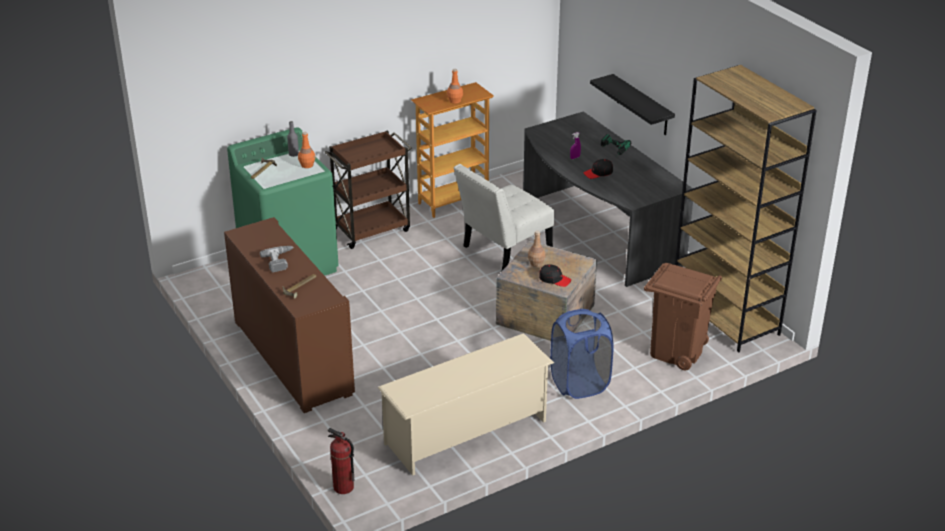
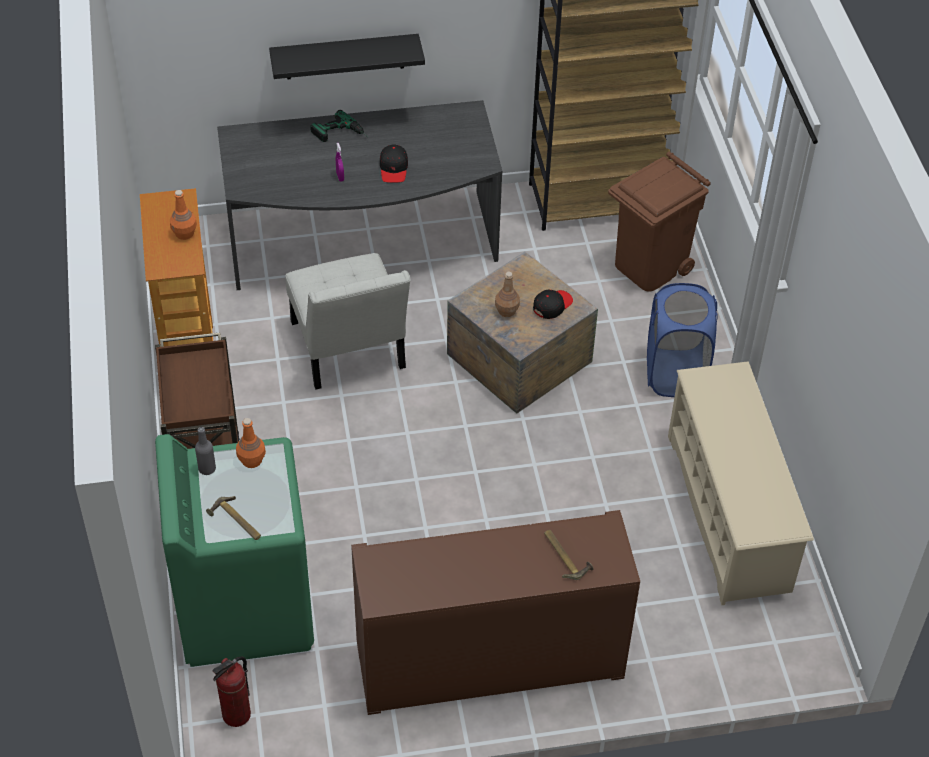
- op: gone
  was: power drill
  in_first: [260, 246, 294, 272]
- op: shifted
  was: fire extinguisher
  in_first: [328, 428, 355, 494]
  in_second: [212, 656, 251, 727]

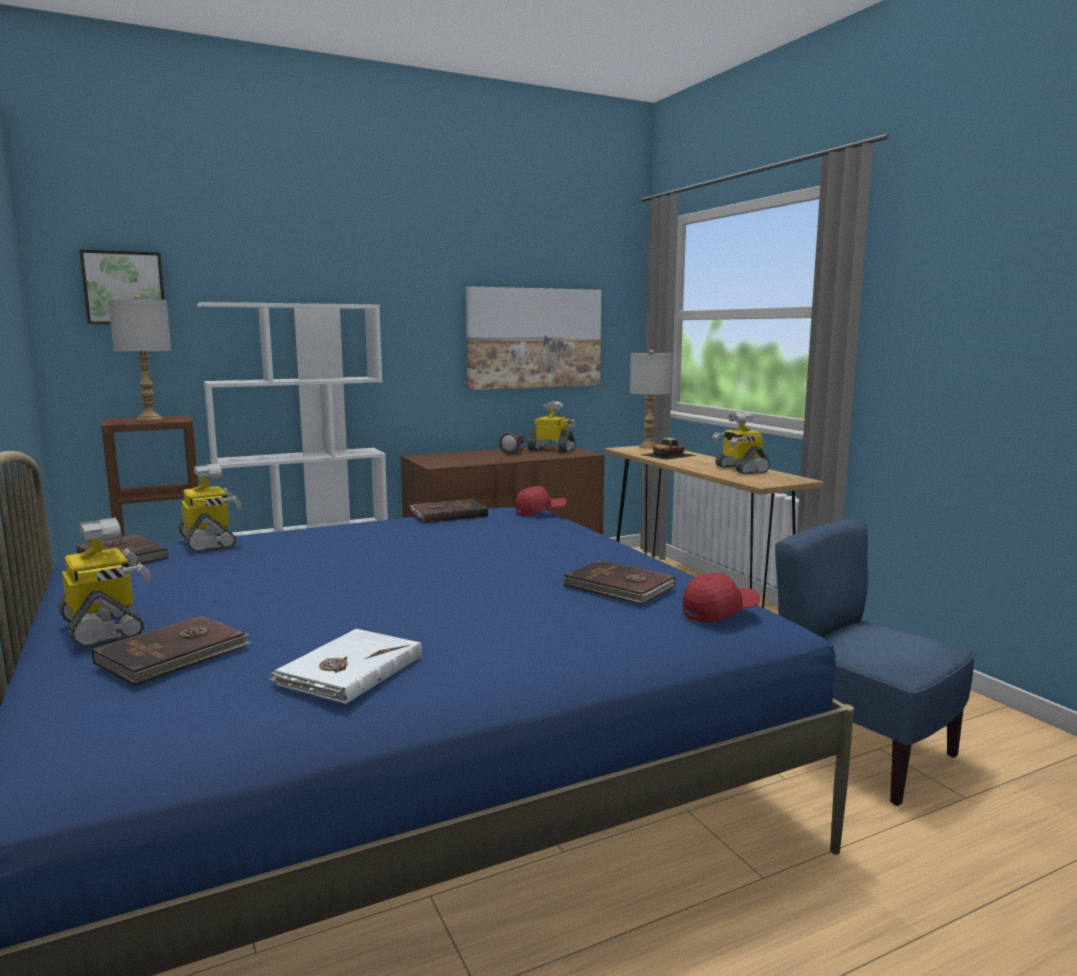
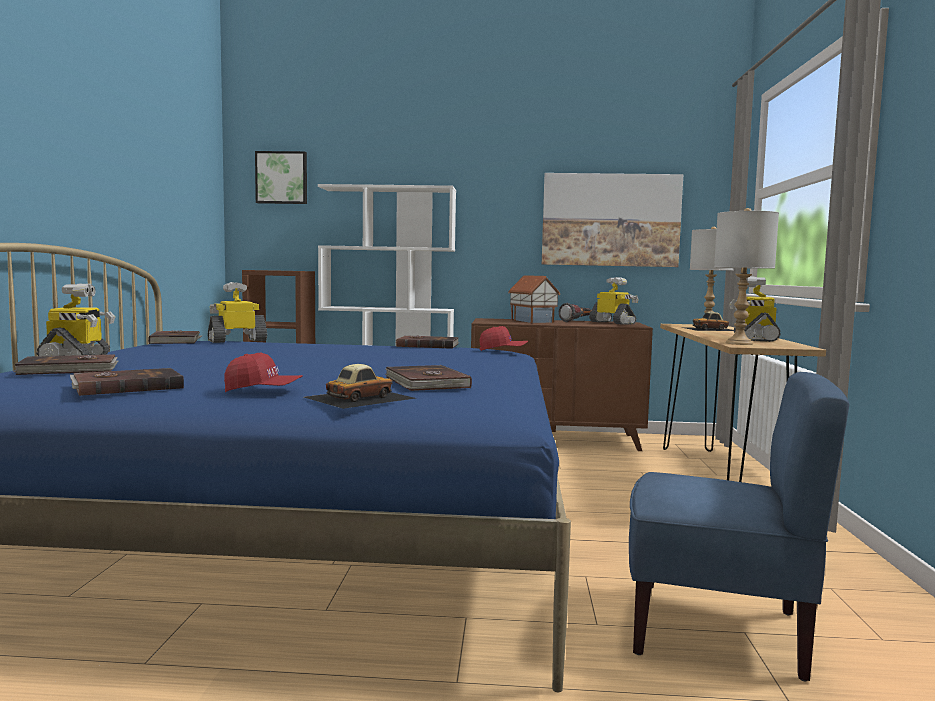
- op: shifted
  was: grey table lamp
  in_first: [108, 295, 171, 421]
  in_second: [714, 208, 779, 345]
- op: rotated
  was: toy robot
  in_first: [178, 463, 242, 552]
  in_second: [208, 282, 267, 343]
  clockwise: -120
- op: rotated
  was: blue chair
  in_first: [775, 520, 976, 806]
  in_second: [629, 372, 850, 681]
  clockwise: 120
- op: shifted
  was: red cap
  in_first: [683, 573, 760, 622]
  in_second: [224, 353, 303, 392]
- op: repainted
  was: white book
  now: brown book
  in_first: [269, 629, 422, 704]
  in_second: [70, 368, 184, 396]
- op: new
  now: toy house
  in_second: [508, 275, 561, 323]
- op: new
  now: toy car
  in_second: [304, 364, 415, 409]

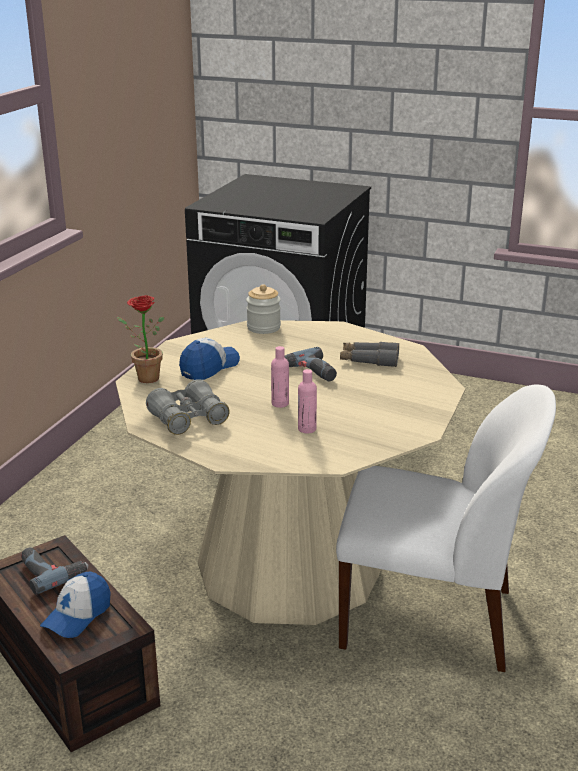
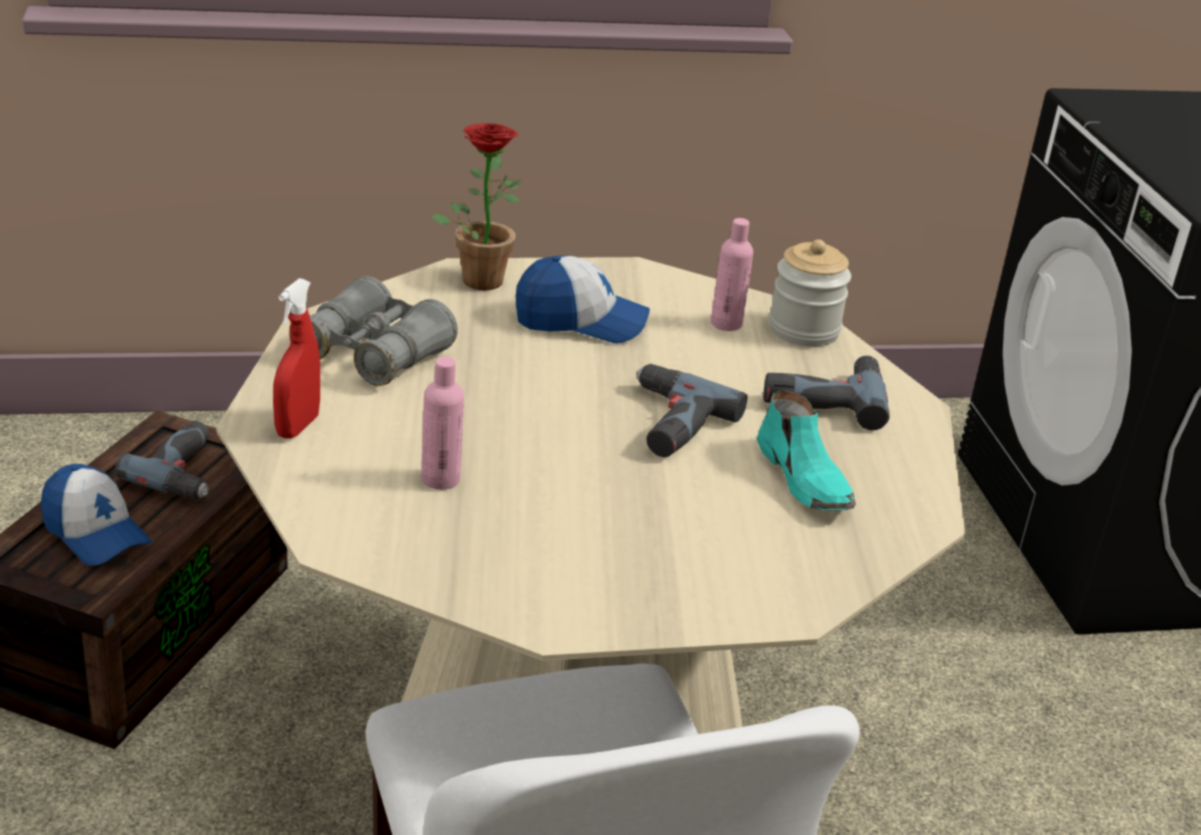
- op: swapped
  was: grey binoculars
  now: turquoise shoe
  in_first: [340, 342, 399, 367]
  in_second: [757, 390, 856, 510]
- op: shifted
  was: pink bottle
  in_first: [271, 346, 289, 408]
  in_second: [711, 218, 753, 331]
- op: rotated
  was: cap
  in_first: [40, 572, 111, 638]
  in_second: [41, 464, 152, 565]
  clockwise: -135
- op: new
  now: red spray bottle
  in_second: [273, 278, 320, 439]
- op: new
  now: power drill
  in_second: [763, 356, 890, 430]

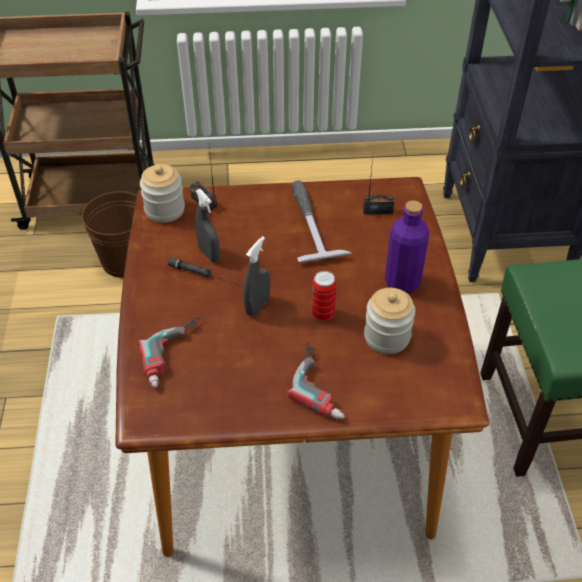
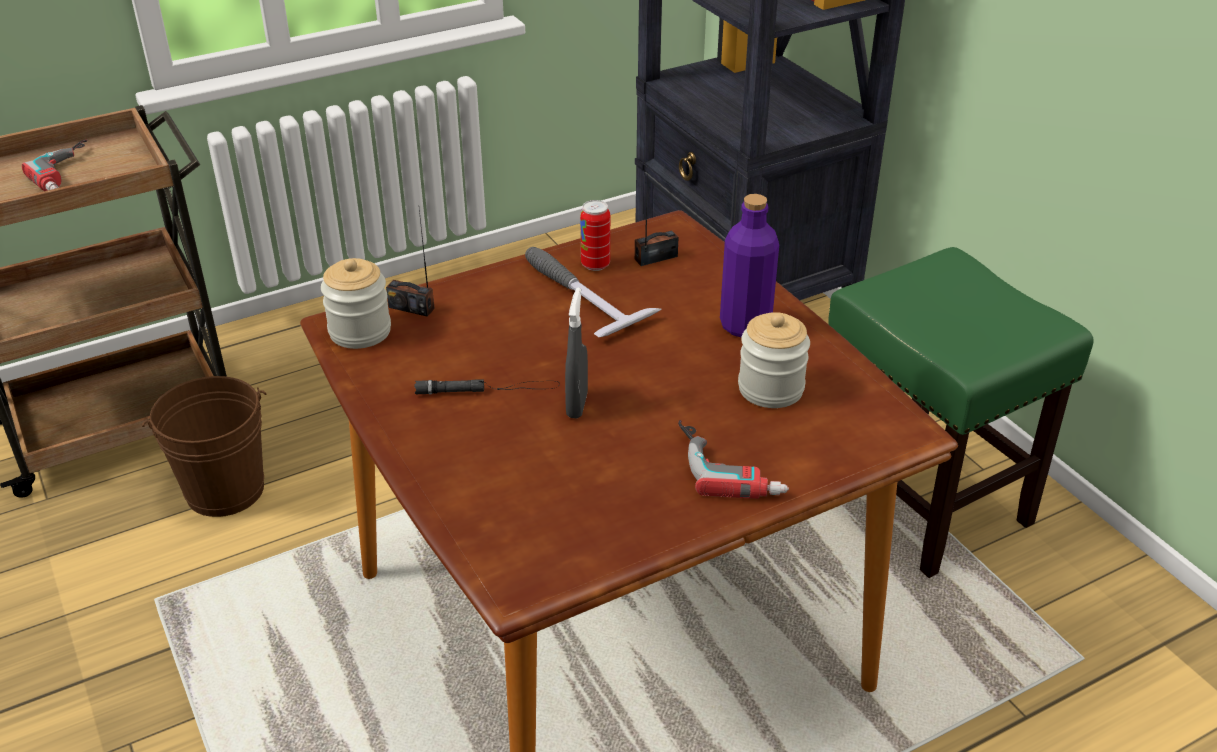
- op: gone
  was: grey spray bottle
  in_first: [195, 189, 220, 262]
- op: shifted
  was: can
  in_first: [312, 271, 336, 321]
  in_second: [580, 200, 610, 271]
- op: shifted
  was: power drill
  in_first: [138, 316, 201, 388]
  in_second: [22, 140, 87, 191]

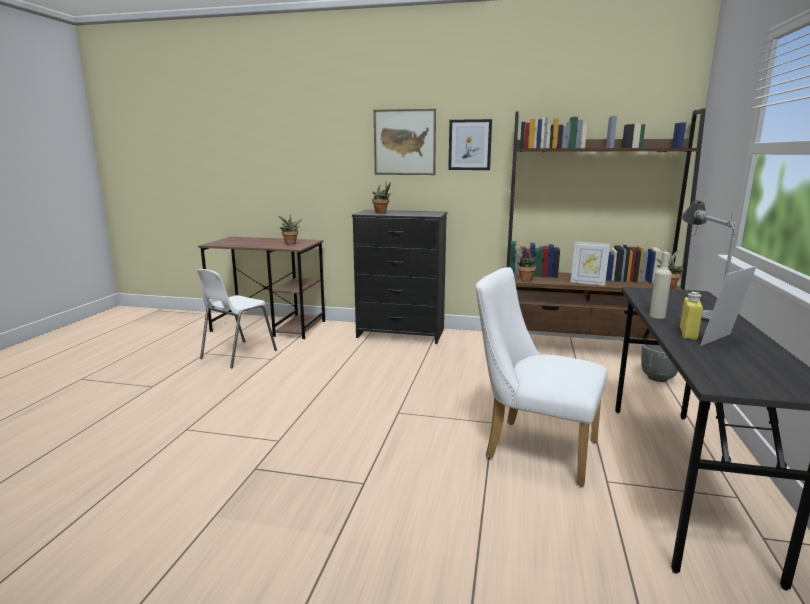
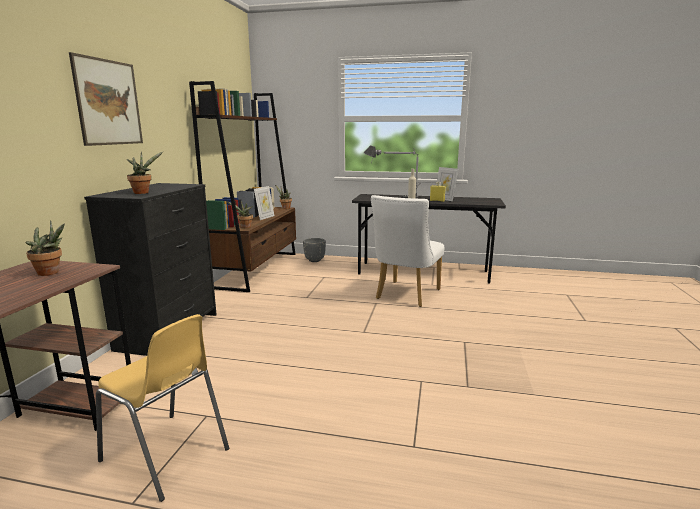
- op: gone
  was: picture
  in_first: [448, 119, 492, 170]
- op: repainted
  was: white chair
  now: yellow chair
  in_first: [197, 269, 277, 368]
  in_second: [96, 314, 229, 502]

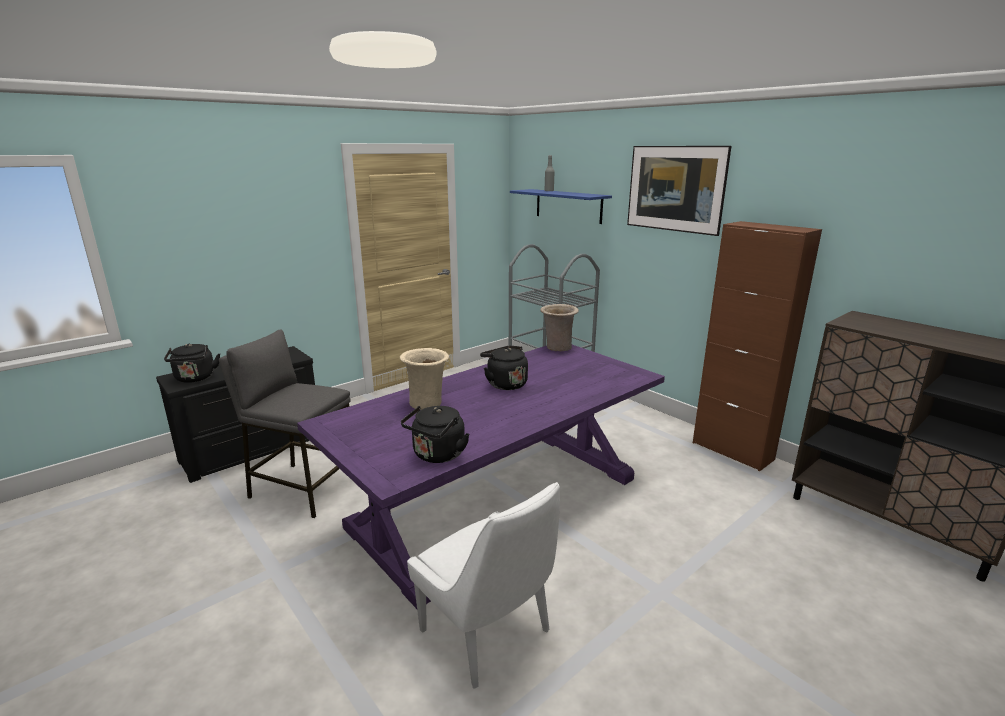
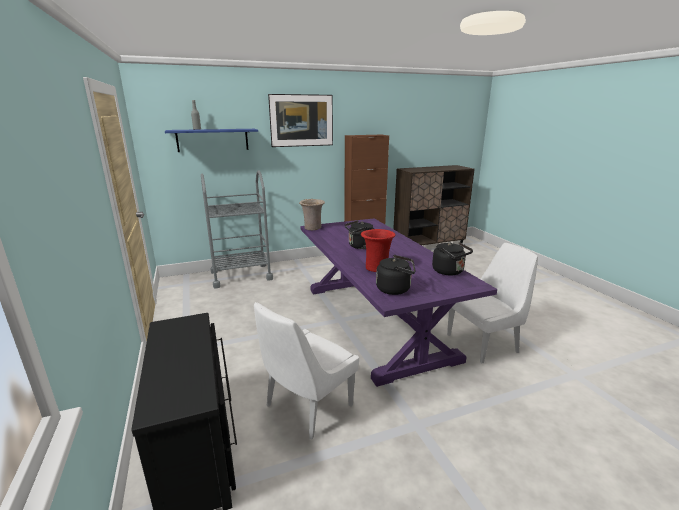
- op: swapped
  was: grey stool
  now: white chair
  in_first: [219, 329, 351, 518]
  in_second: [254, 302, 359, 440]
- op: shifted
  was: black kettle
  in_first: [164, 343, 220, 383]
  in_second: [376, 255, 416, 295]
- op: repainted
  was: beige vase
  now: red vase
  in_first: [400, 348, 449, 410]
  in_second: [361, 229, 396, 272]

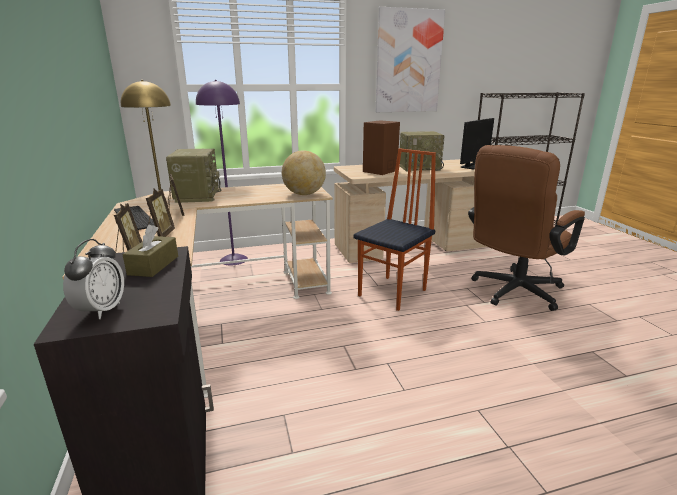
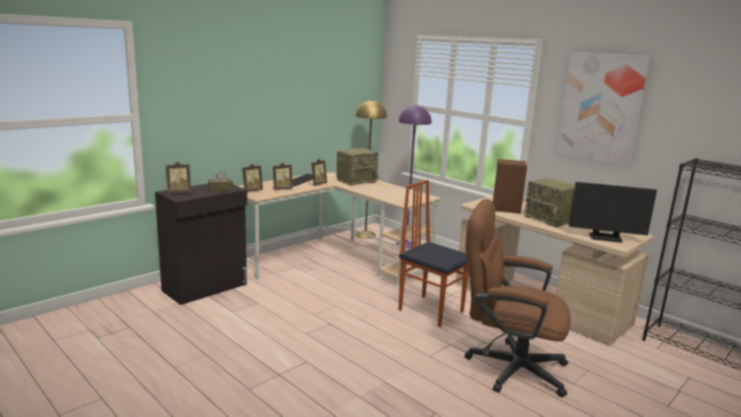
- op: rotated
  was: chair
  in_first: [353, 148, 436, 311]
  in_second: [399, 180, 469, 327]
  clockwise: -150
- op: gone
  was: globe
  in_first: [282, 150, 326, 195]
- op: swapped
  was: alarm clock
  now: picture frame
  in_first: [63, 239, 124, 319]
  in_second: [166, 162, 191, 193]

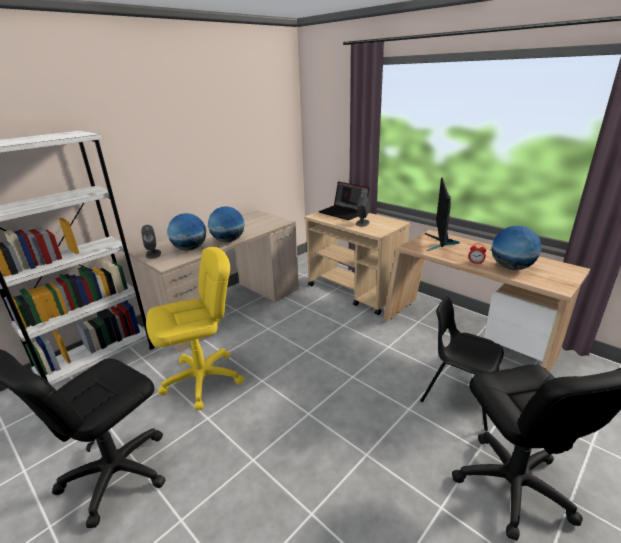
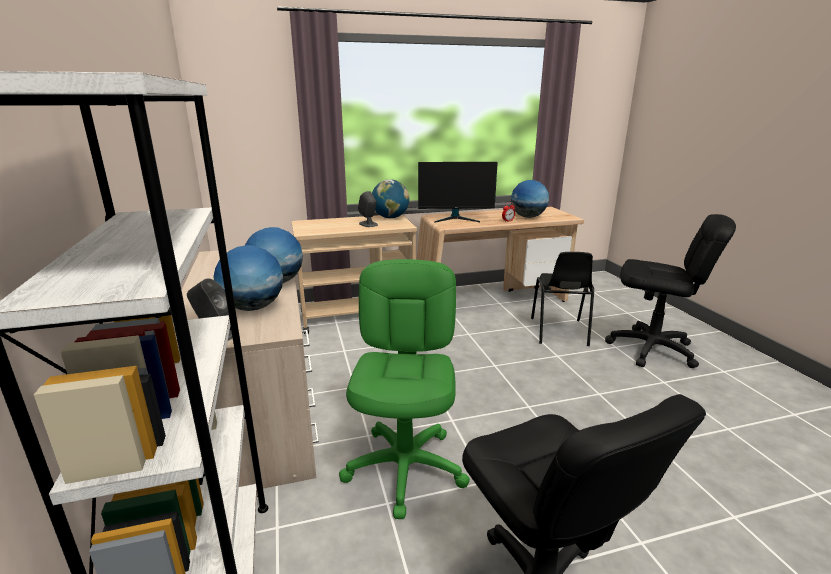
- op: rotated
  was: monitor
  in_first: [425, 178, 460, 251]
  in_second: [418, 162, 498, 223]
  clockwise: -45
- op: gone
  was: laptop
  in_first: [319, 181, 369, 220]
- op: repainted
  was: yellow office chair
  now: green office chair
  in_first: [146, 247, 244, 410]
  in_second: [339, 259, 470, 519]
- op: rotated
  was: black chair
  in_first: [420, 296, 504, 431]
  in_second: [531, 252, 594, 346]
  clockwise: -60
- op: new
  now: globe
  in_second: [372, 179, 409, 218]

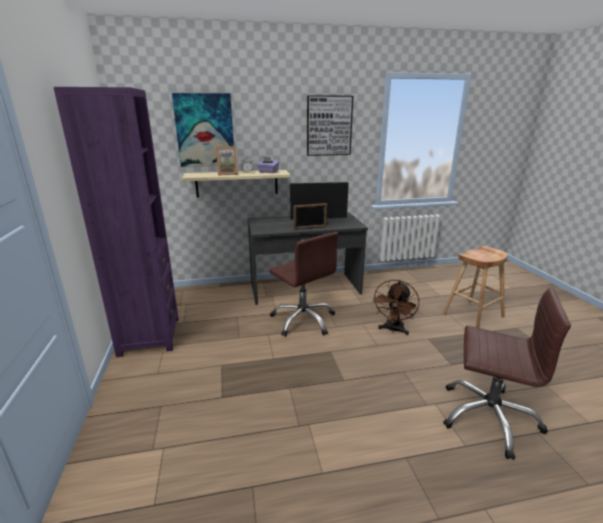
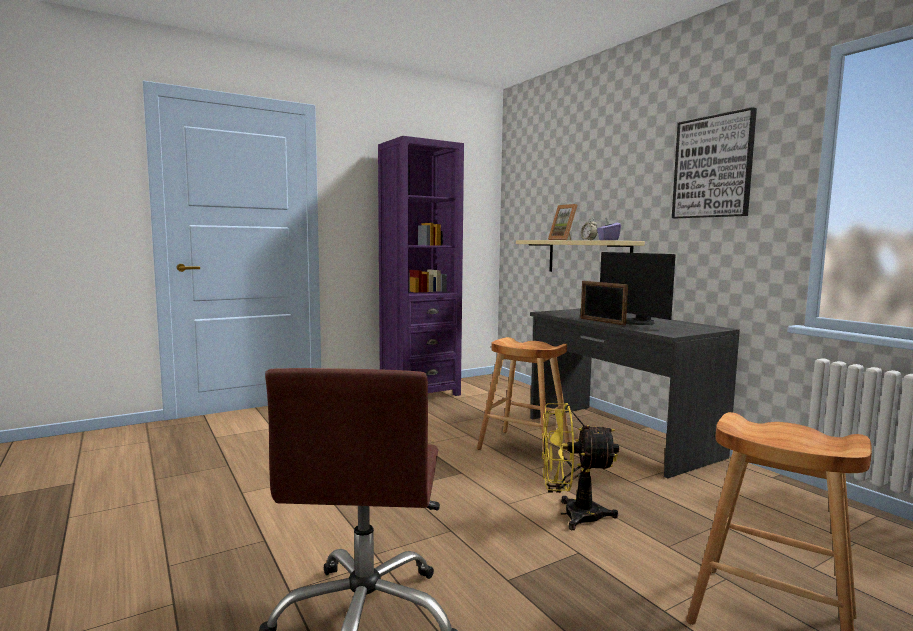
- op: gone
  was: picture
  in_first: [172, 93, 234, 167]
- op: swapped
  was: brown office chair
  now: brown stool
  in_first: [269, 232, 338, 337]
  in_second: [477, 337, 570, 466]
- op: repainted
  was: brown fan
  now: yellow fan
  in_first: [372, 280, 419, 335]
  in_second: [542, 403, 619, 530]

